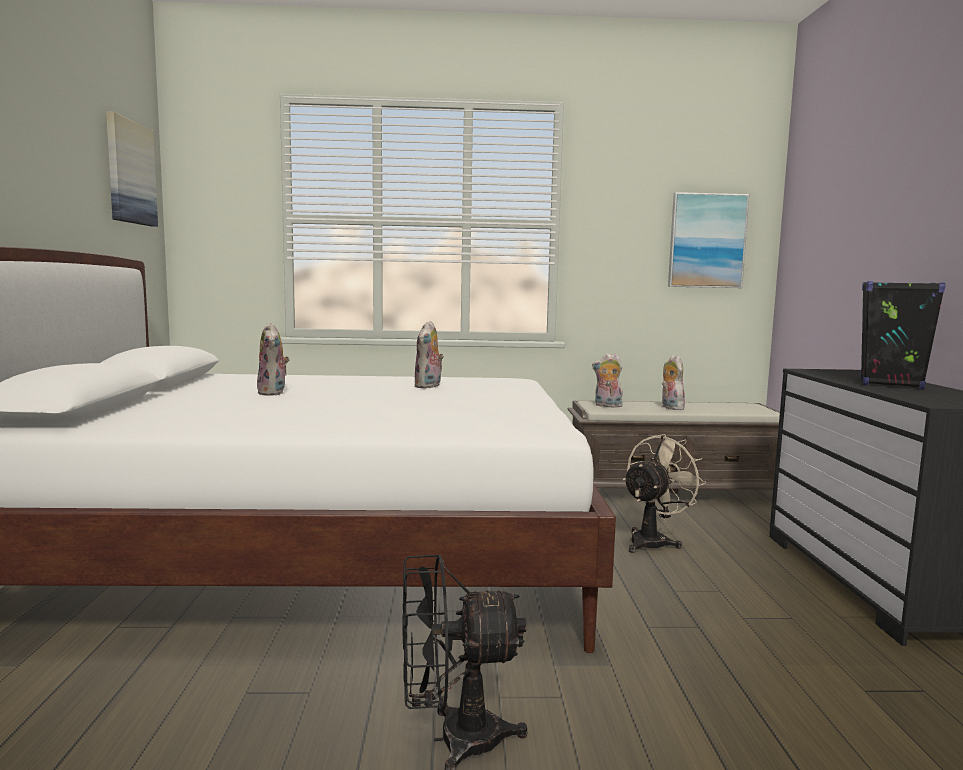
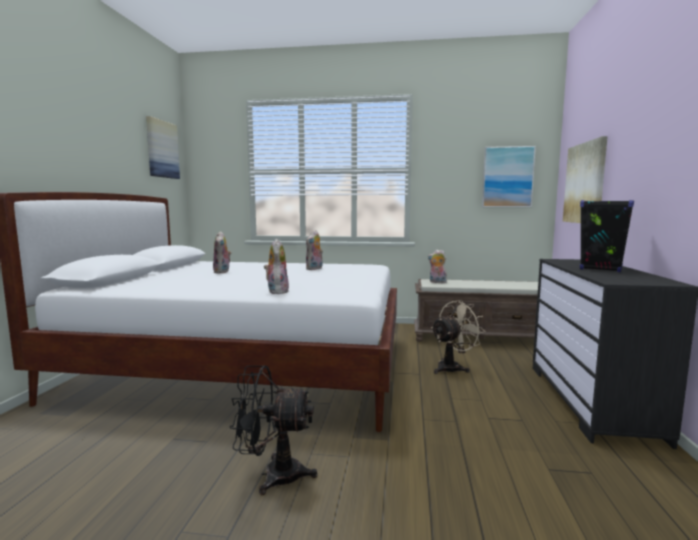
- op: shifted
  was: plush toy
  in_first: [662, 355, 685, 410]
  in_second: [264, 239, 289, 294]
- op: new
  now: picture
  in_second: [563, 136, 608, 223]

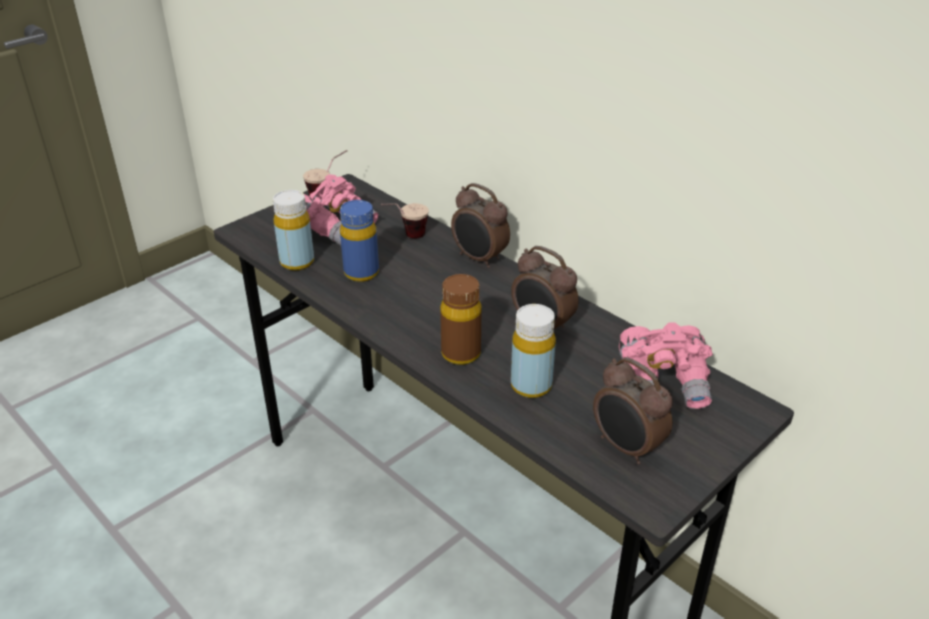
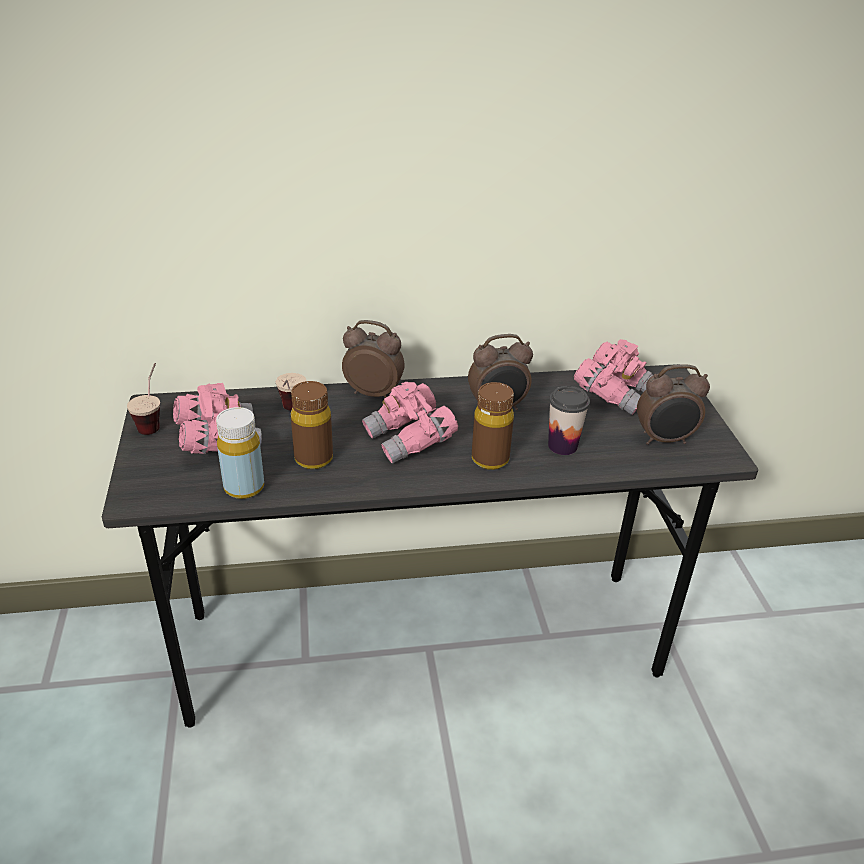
- op: rotated
  was: alarm clock
  in_first: [451, 183, 510, 268]
  in_second: [342, 320, 404, 398]
  clockwise: -150
- op: repainted
  was: blue bottle
  now: brown bottle
  in_first: [340, 200, 379, 282]
  in_second: [291, 381, 333, 469]
- op: swapped
  was: yellow bottle
  now: cup
  in_first: [511, 304, 556, 398]
  in_second: [548, 386, 590, 455]
- op: new
  now: pink binoculars
  in_second: [362, 382, 458, 464]

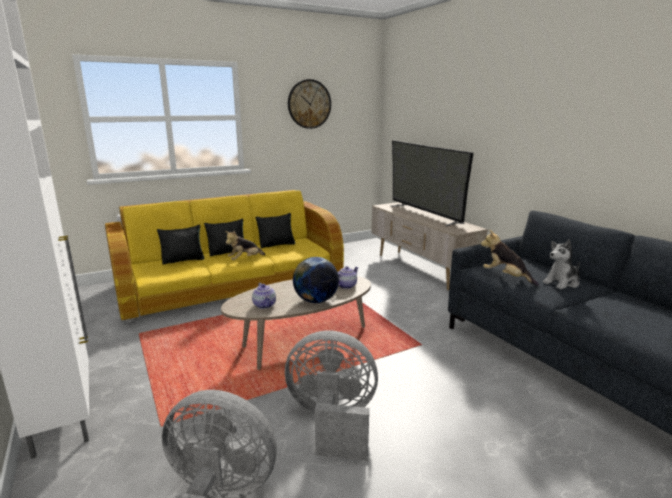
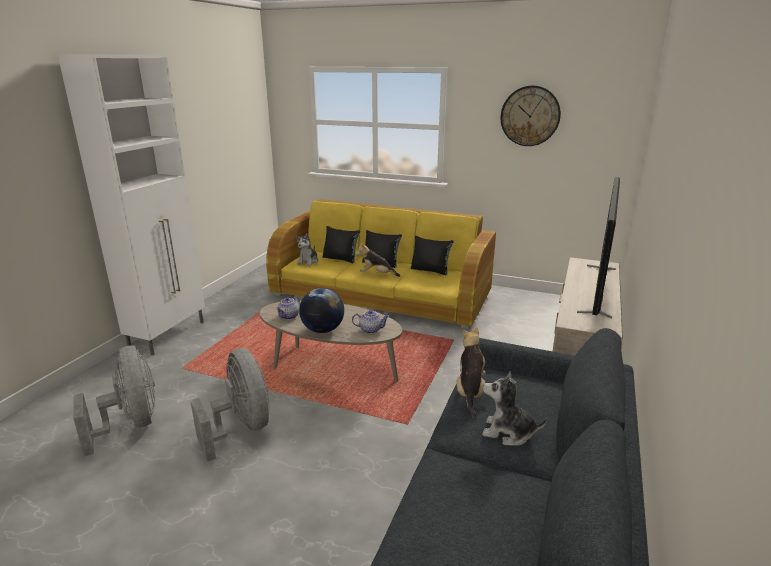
- op: new
  now: plush toy
  in_second: [296, 233, 318, 266]

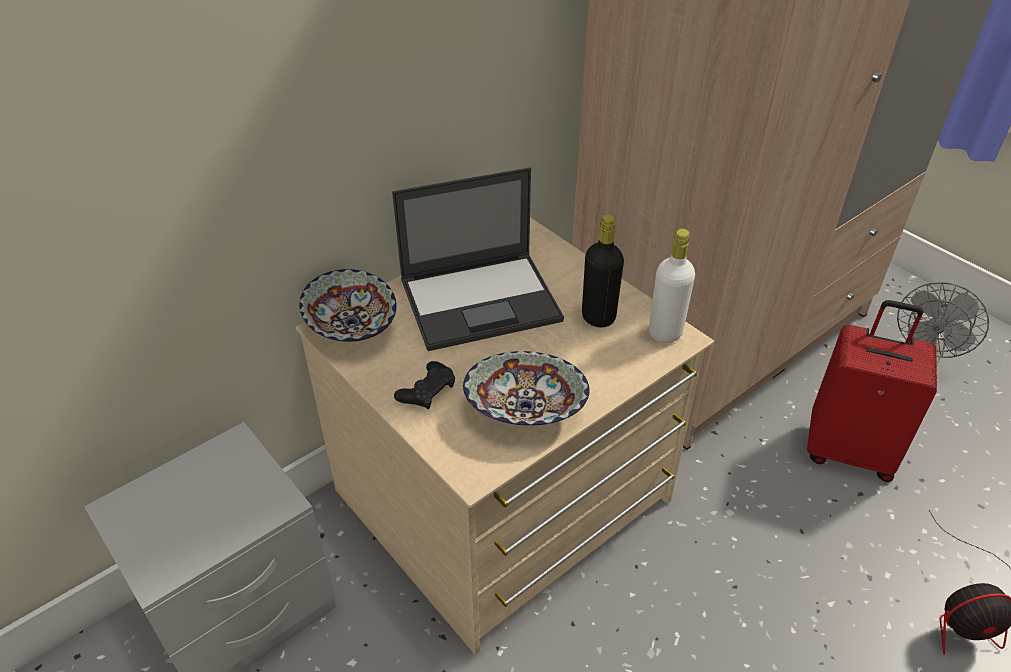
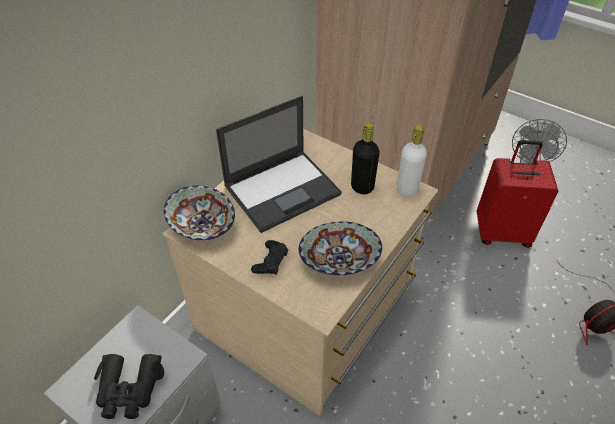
- op: new
  now: black binoculars
  in_second: [94, 354, 164, 419]

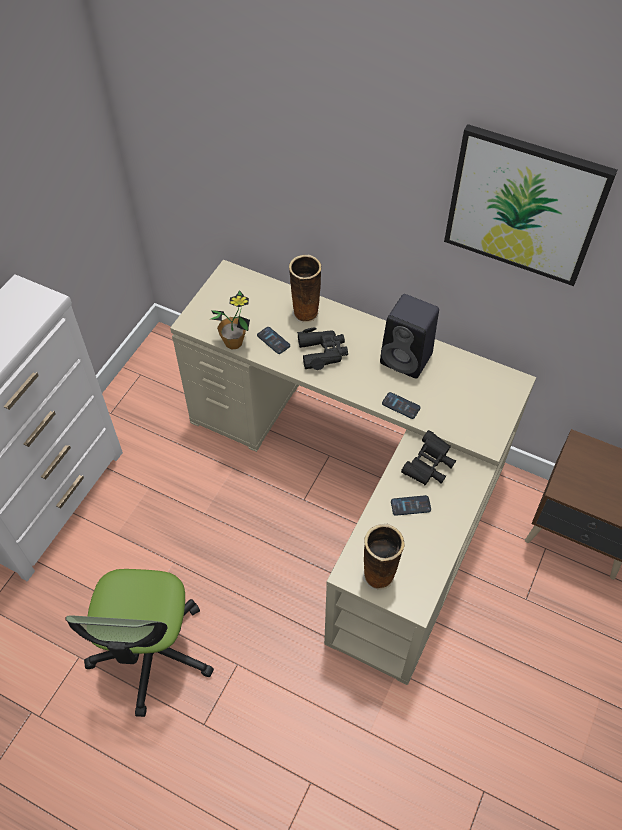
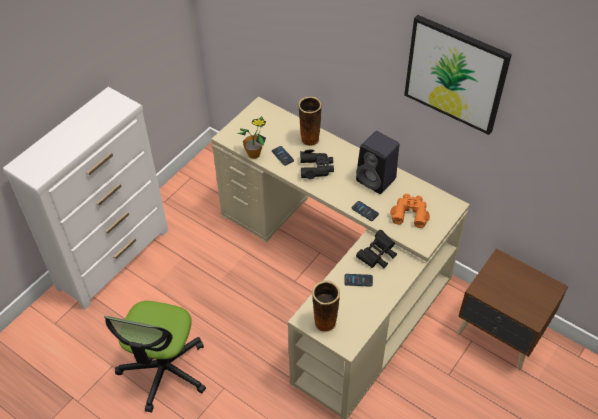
- op: new
  now: orange binoculars
  in_second: [390, 194, 430, 228]

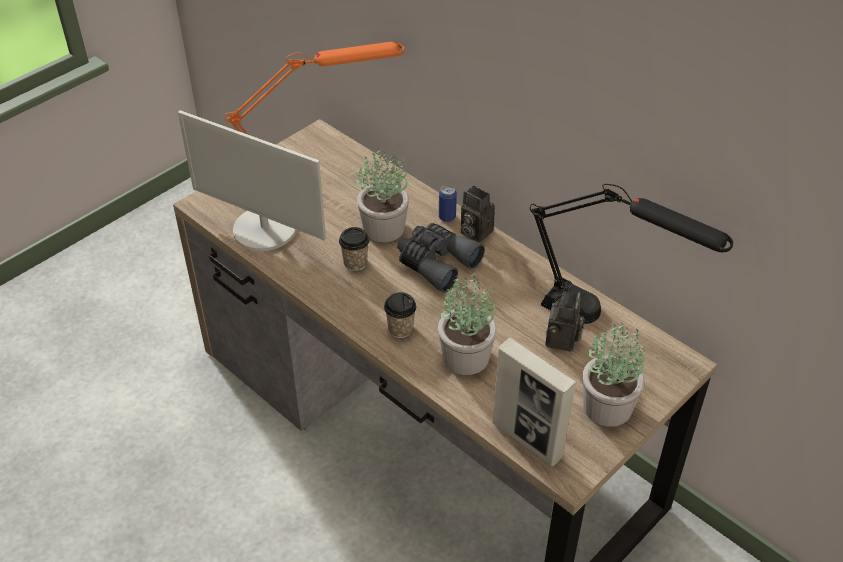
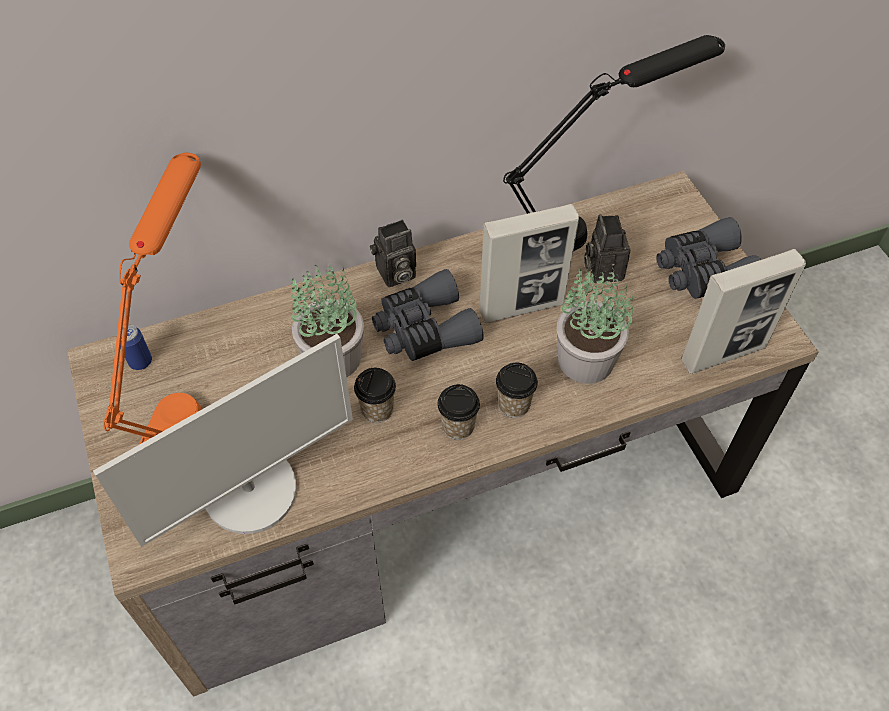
- op: shifted
  was: can
  in_first: [439, 185, 457, 222]
  in_second: [116, 324, 152, 370]
- op: rotated
  was: photo camera
  in_first: [545, 291, 585, 351]
  in_second: [584, 214, 630, 283]
  clockwise: -135
- op: swapped
  was: potted plant
  now: grey binoculars
  in_first: [583, 322, 645, 427]
  in_second: [657, 217, 762, 299]
- op: new
  now: picture frame
  in_second: [479, 204, 579, 323]
- op: new
  now: cup
  in_second: [437, 384, 480, 440]

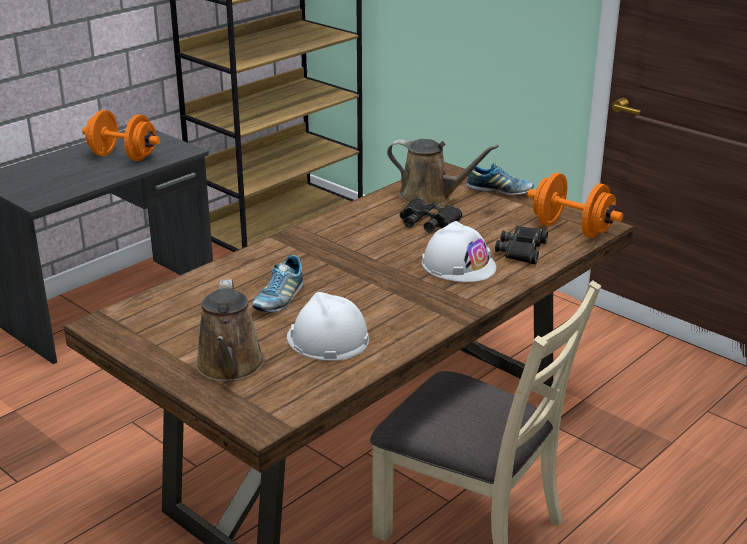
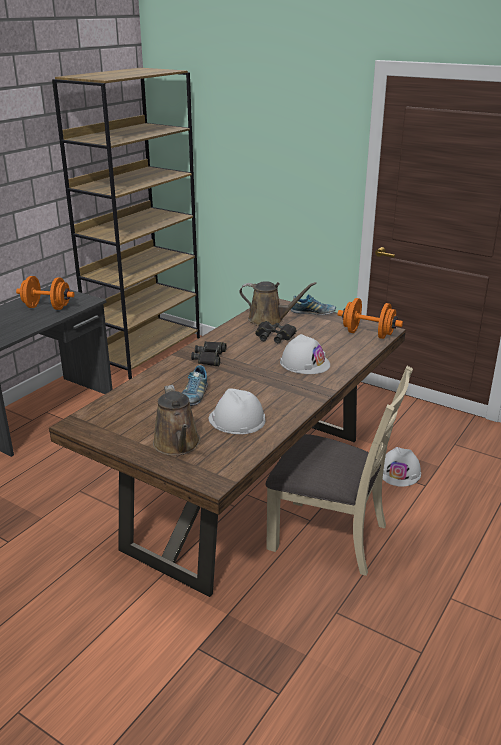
- op: shifted
  was: black binoculars
  in_first: [495, 226, 548, 264]
  in_second: [191, 341, 226, 366]
- op: new
  now: white hard hat
  in_second: [383, 447, 421, 487]

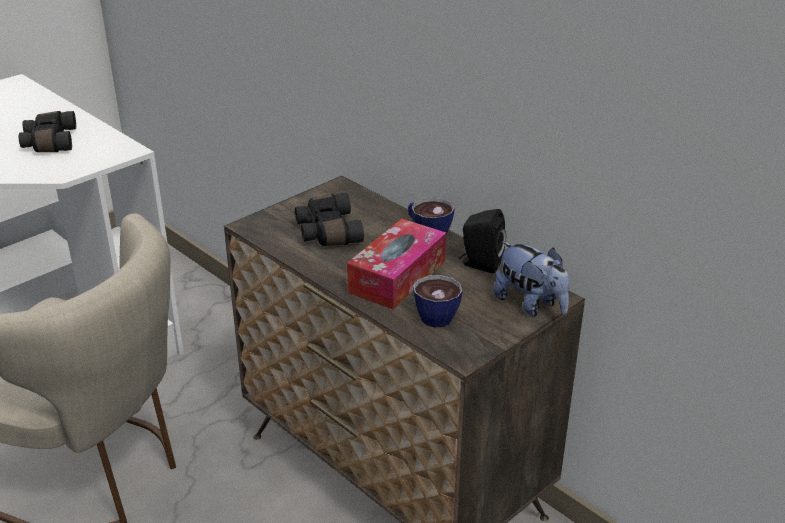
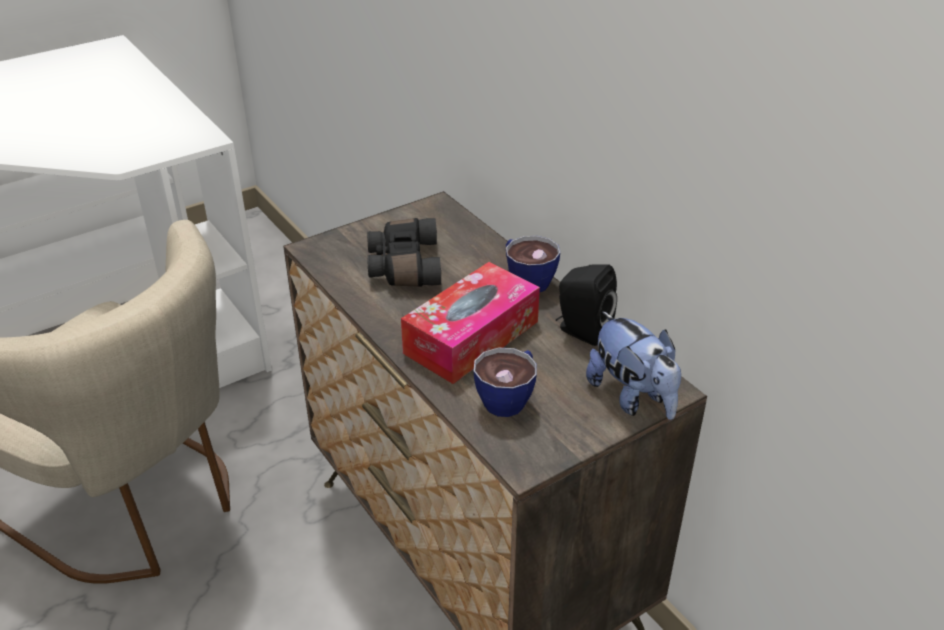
- op: gone
  was: black binoculars
  in_first: [19, 111, 76, 152]

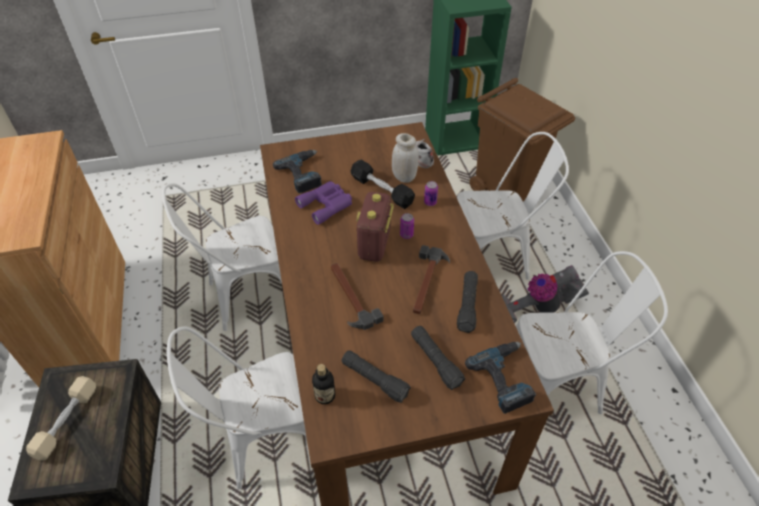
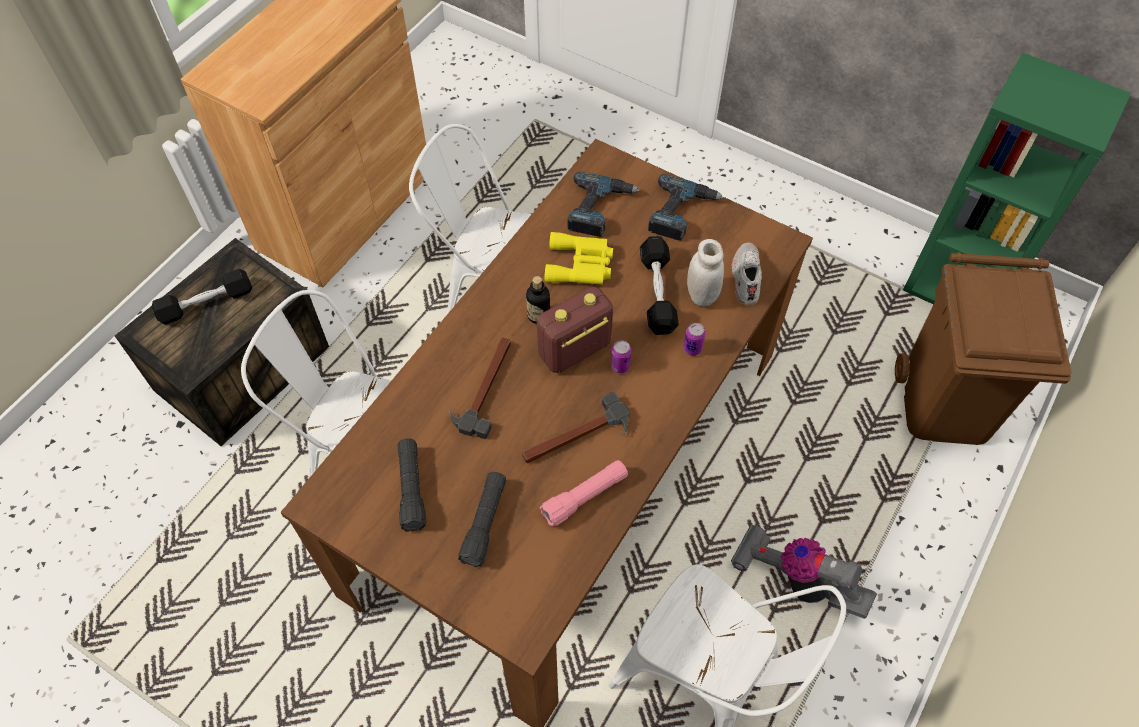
- op: gone
  was: white chair
  in_first: [457, 132, 569, 280]
- op: repainted
  was: purple binoculars
  now: yellow binoculars
  in_first: [295, 181, 352, 225]
  in_second: [544, 232, 613, 285]
- op: repainted
  was: black flashlight
  now: pink flashlight
  in_first: [457, 271, 478, 333]
  in_second: [540, 460, 628, 527]
- op: shifted
  was: power drill
  in_first: [465, 342, 536, 414]
  in_second: [648, 174, 724, 241]
- op: shifted
  was: bottle
  in_first: [312, 364, 335, 404]
  in_second: [526, 276, 550, 324]
- op: repainted
  was: beige dumbbell
  now: black dumbbell
  in_first: [26, 376, 96, 461]
  in_second: [152, 269, 253, 325]

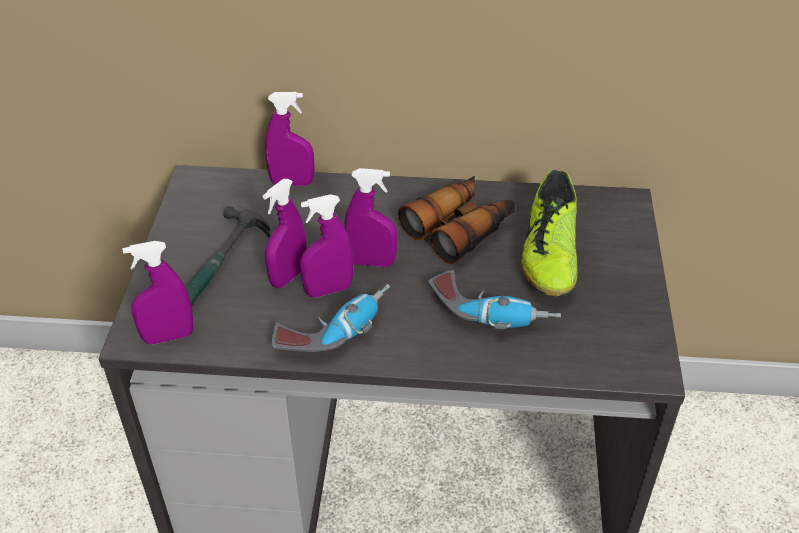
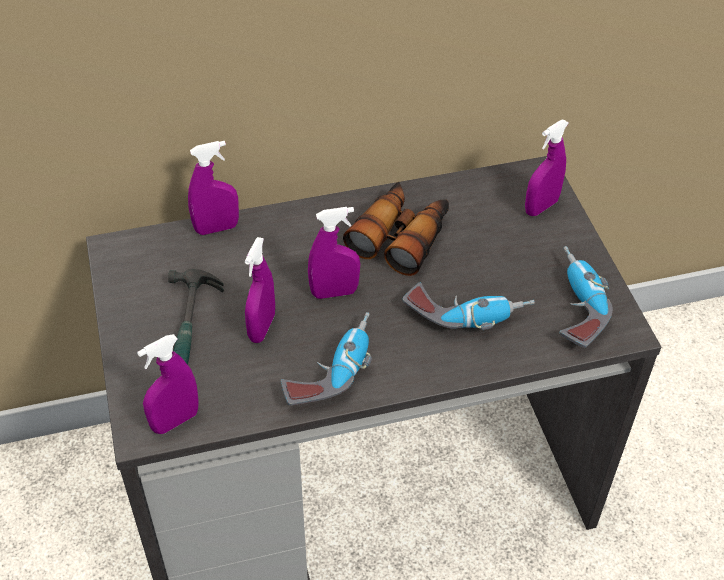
- op: gone
  was: shoe
  in_first: [521, 170, 578, 296]
- op: shifted
  was: purple spray bottle
  in_first: [300, 194, 353, 298]
  in_second: [525, 120, 569, 216]
- op: new
  now: power drill
  in_second: [559, 246, 613, 348]

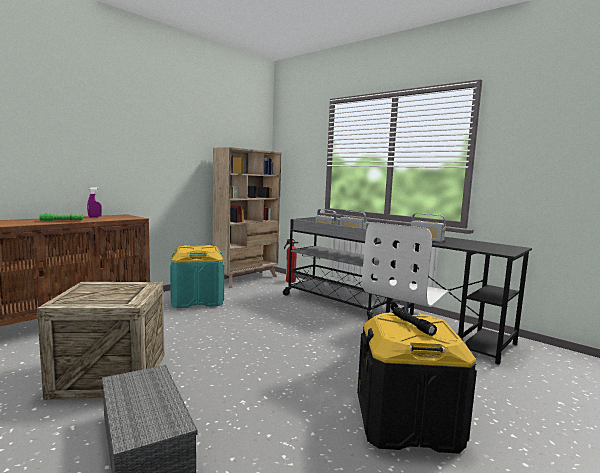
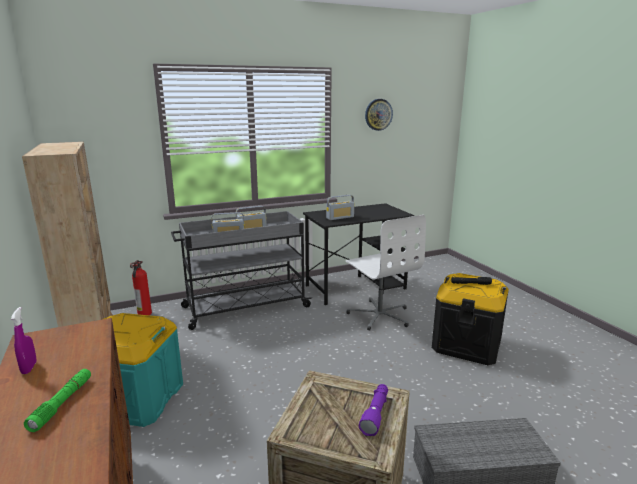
- op: new
  now: wall clock
  in_second: [365, 99, 393, 131]
- op: new
  now: purple flashlight
  in_second: [359, 384, 388, 436]

